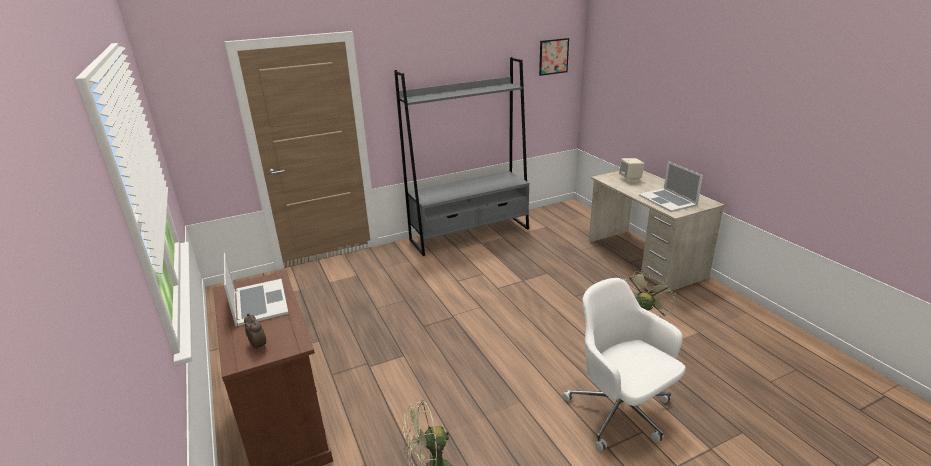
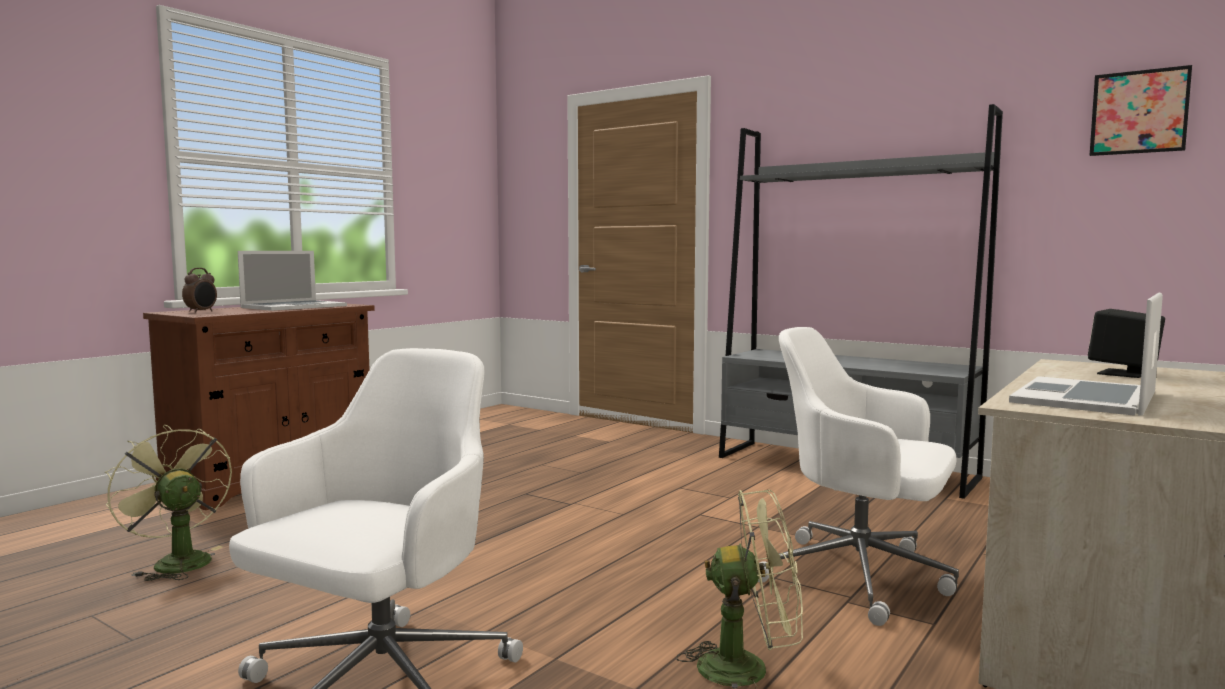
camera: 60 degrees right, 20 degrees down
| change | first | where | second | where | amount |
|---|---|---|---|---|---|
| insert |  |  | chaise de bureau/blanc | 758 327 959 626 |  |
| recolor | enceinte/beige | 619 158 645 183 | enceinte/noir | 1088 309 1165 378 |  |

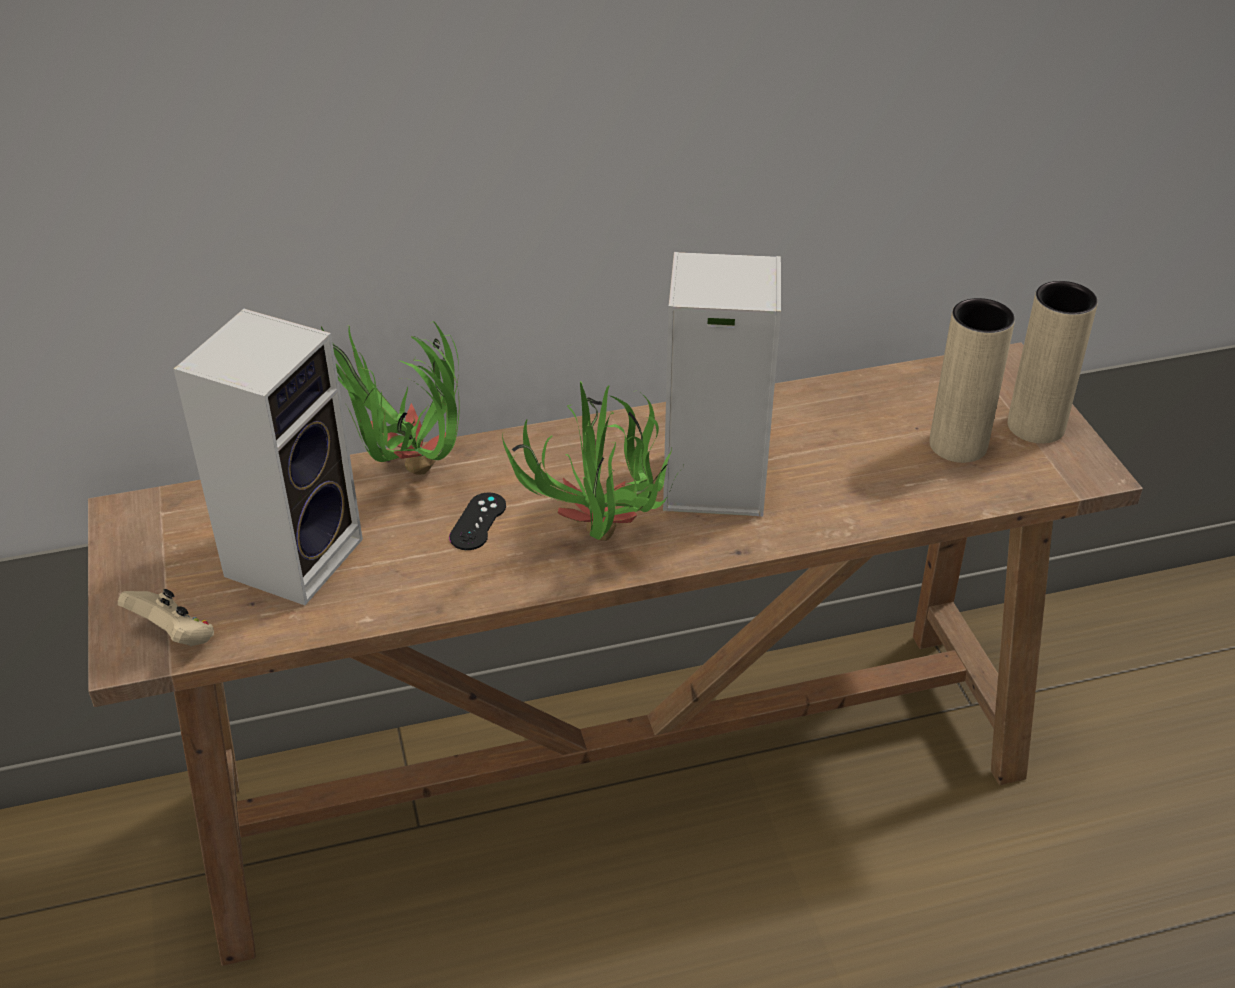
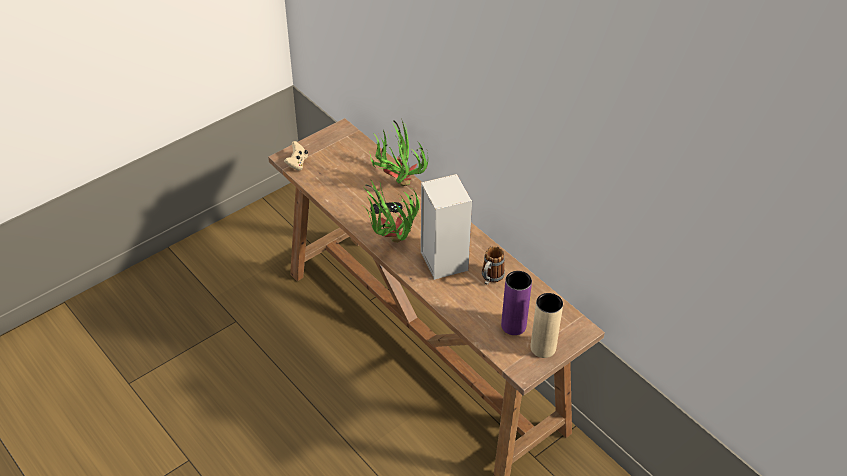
camera: 65 degrees right, 5 degrees up
| change | first | where | second | where | amount |
|---|---|---|---|---|---|
| insert |  |  | mug | 482 246 505 285 |  |
| recolor | vase/beige | 929 298 1015 463 | vase/violet | 501 271 532 335 |  |
| delete | enceinte | 174 309 363 606 |  |  |  |

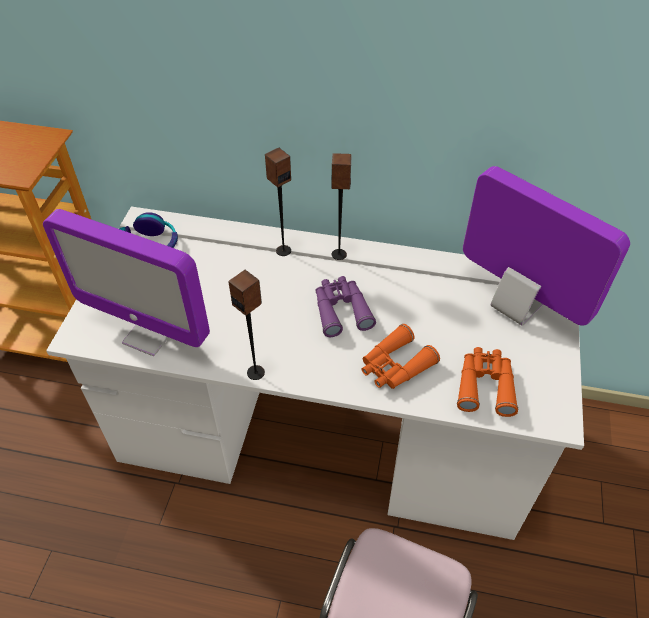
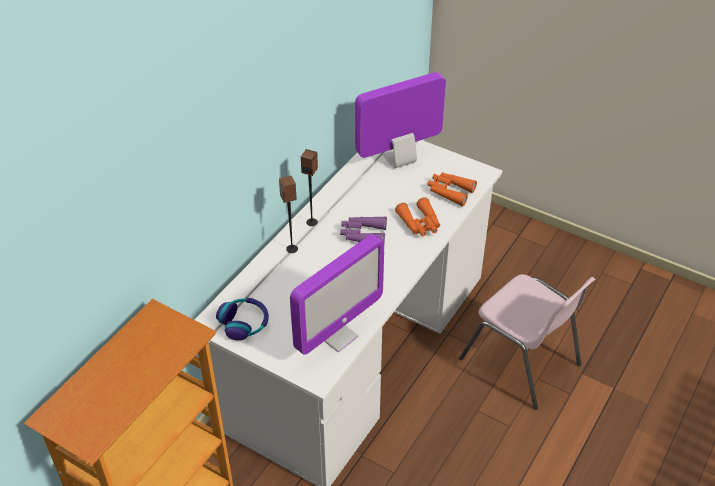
camera: 70 degrees left, 5 degrees down
| change | first | where | second | where | amount |
|---|---|---|---|---|---|
| delete | enceinte | 228 270 265 380 |  |  |  |

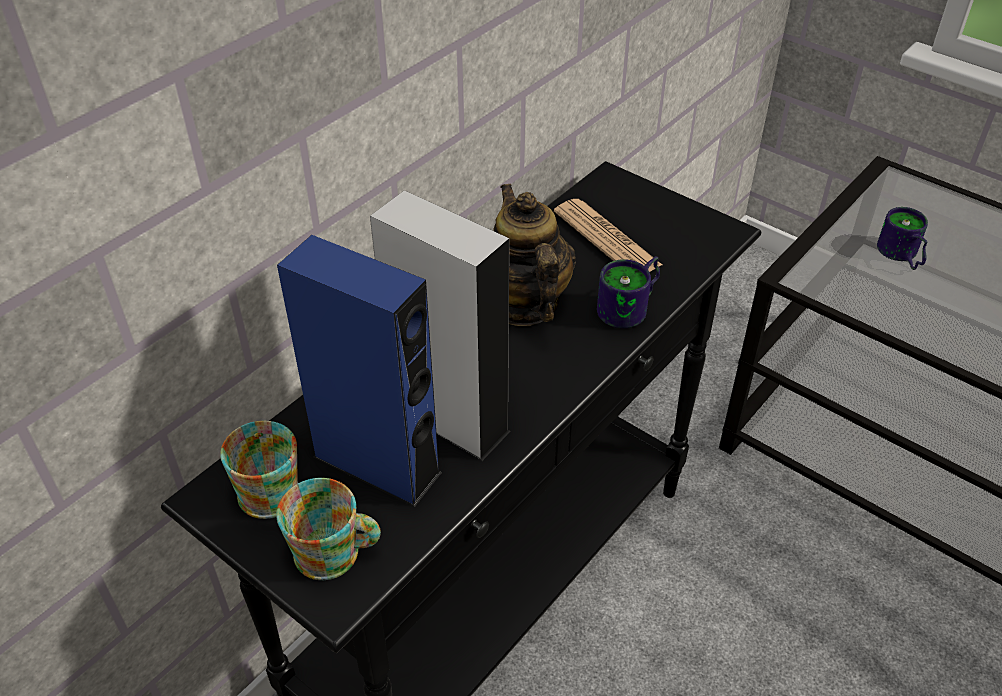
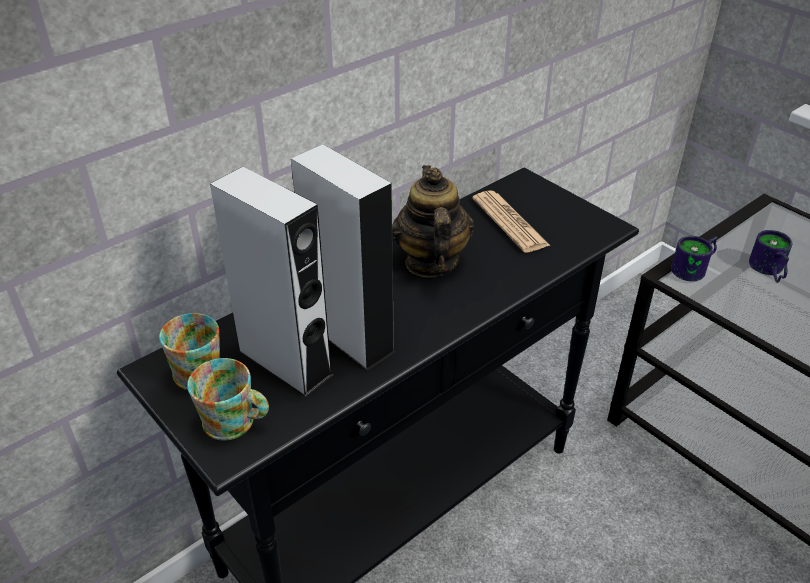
camera: 10 degrees right, 5 degrees down
| change | first | where | second | where | amount |
|---|---|---|---|---|---|
| recolor | enceinte/bleu | 277 235 442 507 | enceinte/gris | 210 167 333 397 |  |
| move | mug | 597 256 660 328 |  | 671 236 718 281 |  |

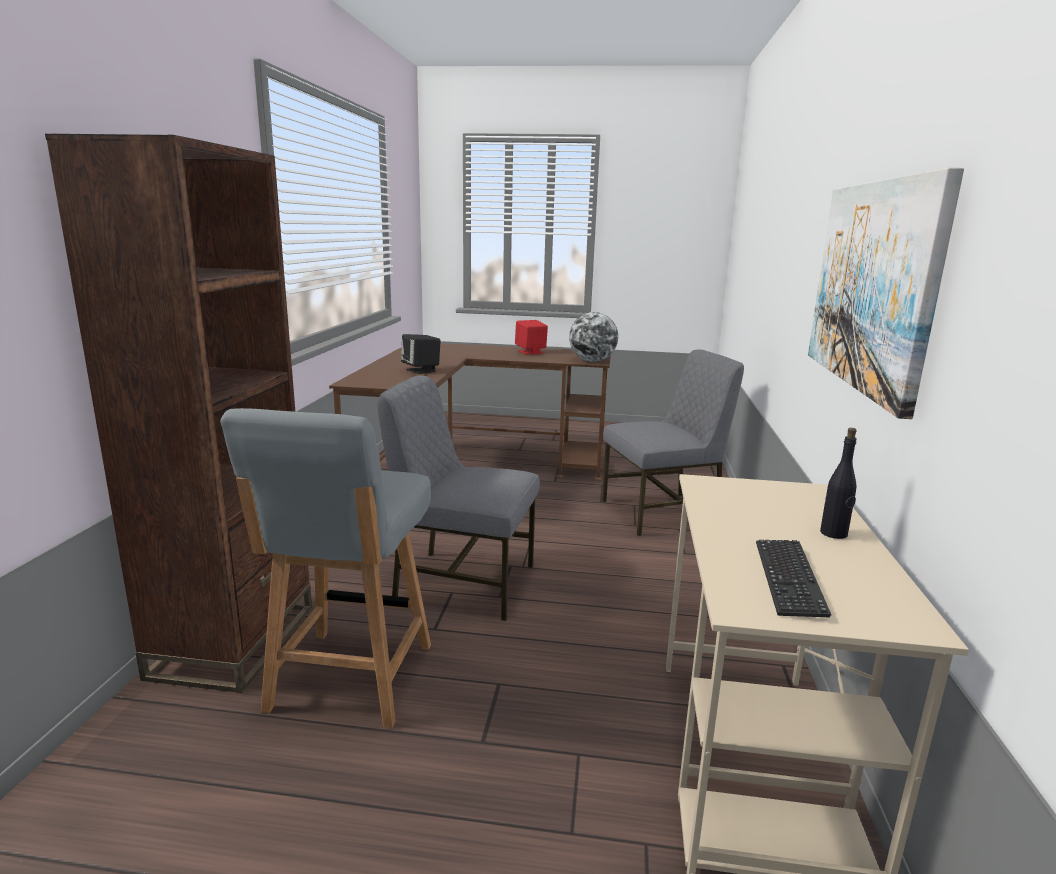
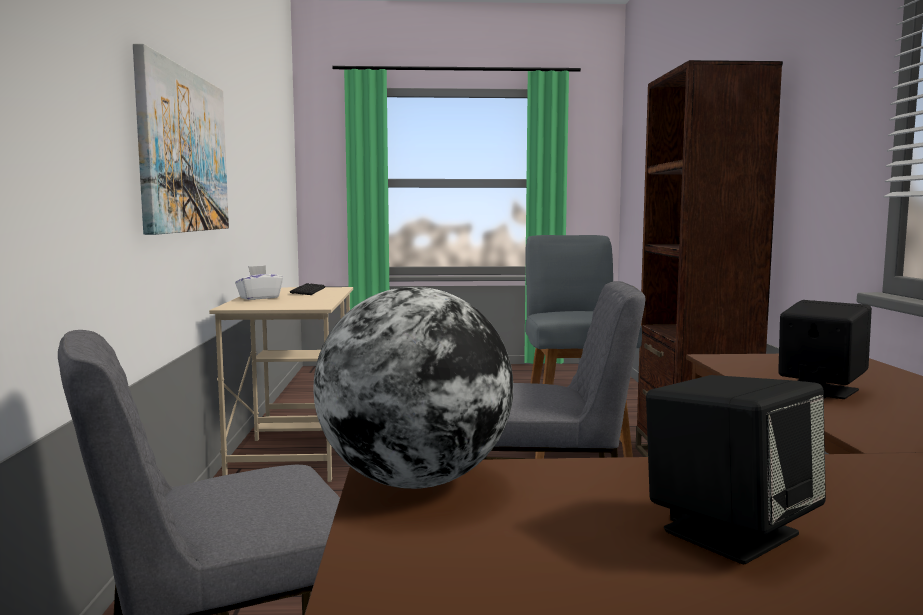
camera: 170 degrees right, 10 degrees down
| change | first | where | second | where | amount |
|---|---|---|---|---|---|
| replace | bouteille/noir | 820 428 857 539 | boîte à mouchoirs/blanc | 235 265 283 300 |  |
| recolor | enceinte/rouge | 515 320 548 355 | enceinte/noir | 646 375 826 564 |  |

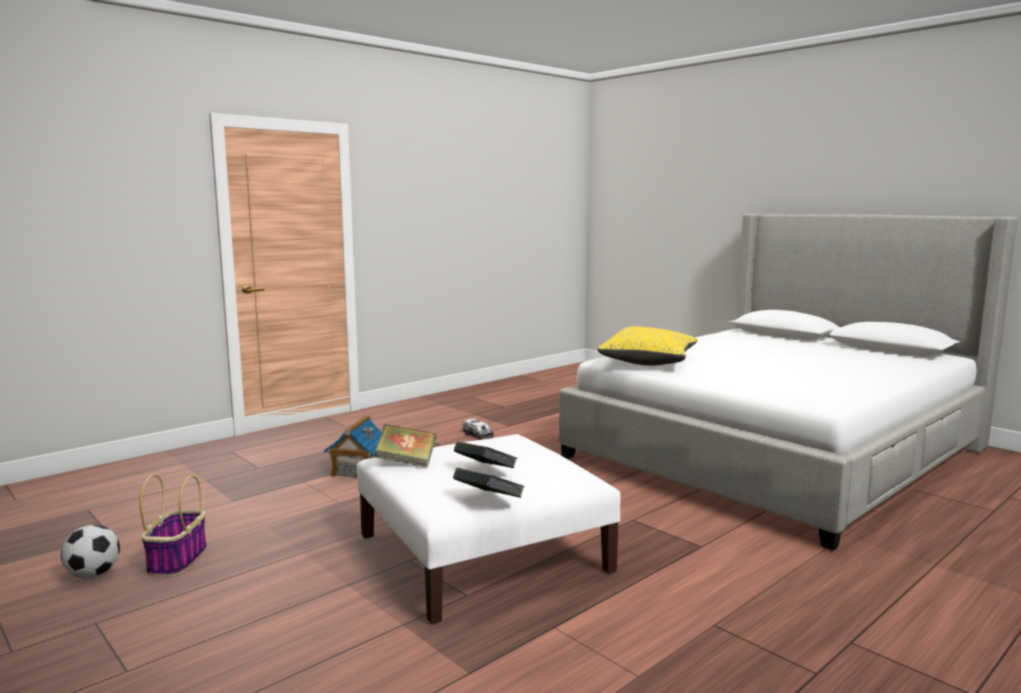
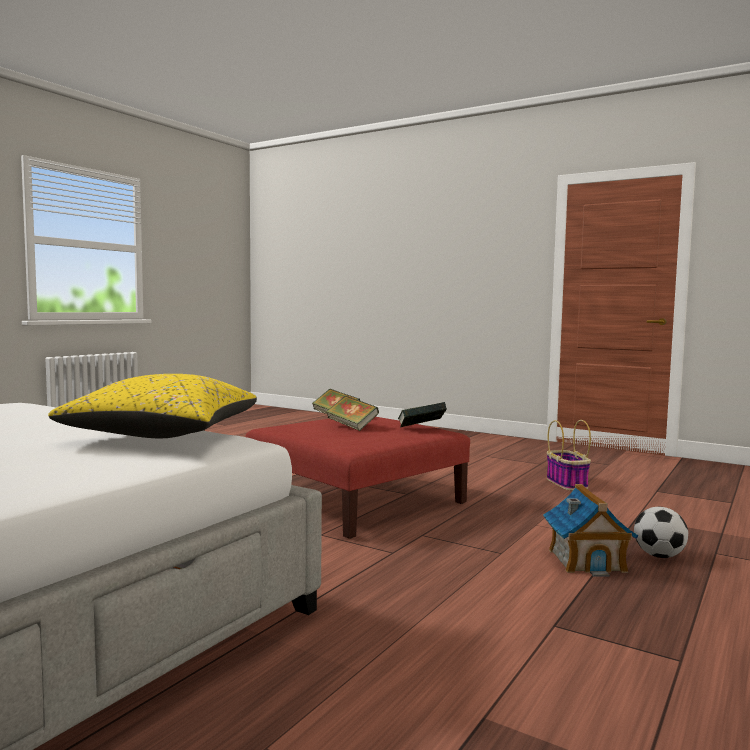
camera: 165 degrees right, 5 degrees down
| change | first | where | second | where | amount |
|---|---|---|---|---|---|
| recolor | pouf/blanc | 356 434 621 624 | pouf/rouge | 245 417 470 539 |  |
| move | ballon de foot | 61 525 120 578 |  | 634 507 688 558 |  |
| delete | camion jouet | 462 419 494 440 |  |  |  |

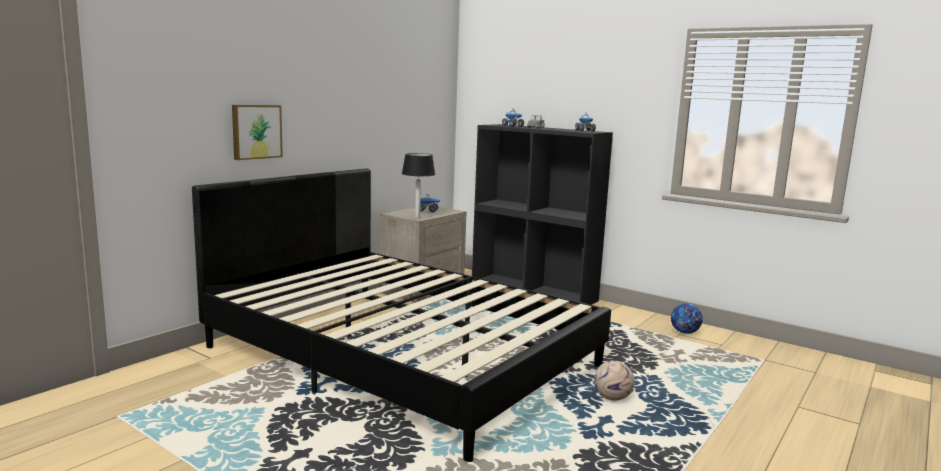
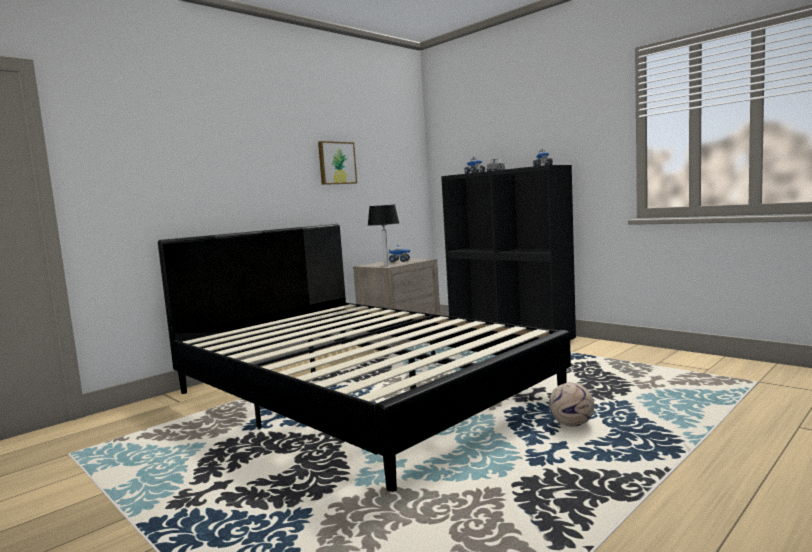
camera: 10 degrees right, 5 degrees down
| change | first | where | second | where | amount |
|---|---|---|---|---|---|
| move | tableau | 232 105 283 160 |  | 318 141 357 185 |  |
| delete | ballon de foot | 671 303 703 334 |  |  |  |

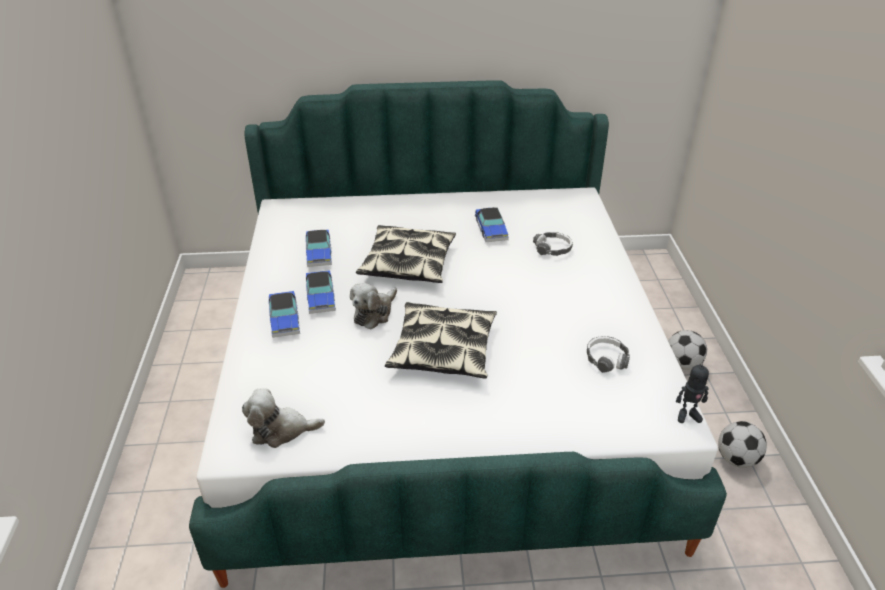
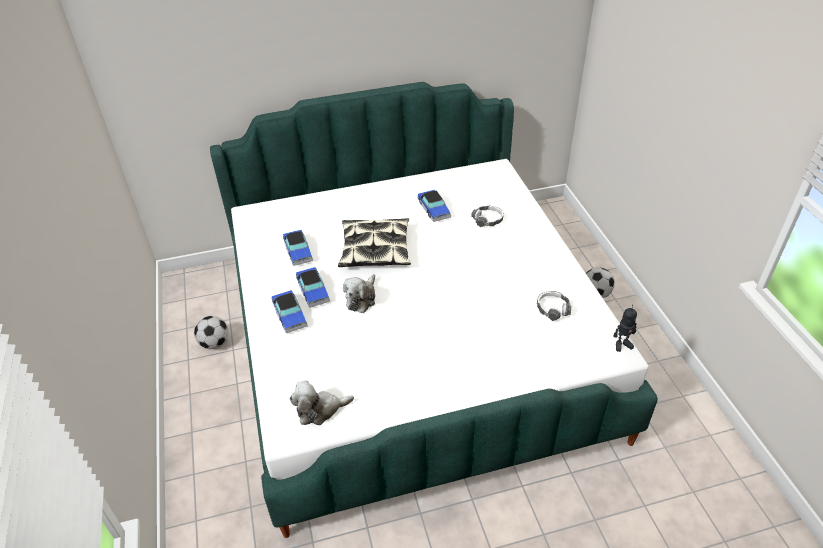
camera: 10 degrees left, 5 degrees up
| change | first | where | second | where | amount |
|---|---|---|---|---|---|
| move | ballon de foot | 718 421 767 468 |  | 194 316 228 349 |  |
| delete | coussin | 385 302 497 379 |  |  |  |

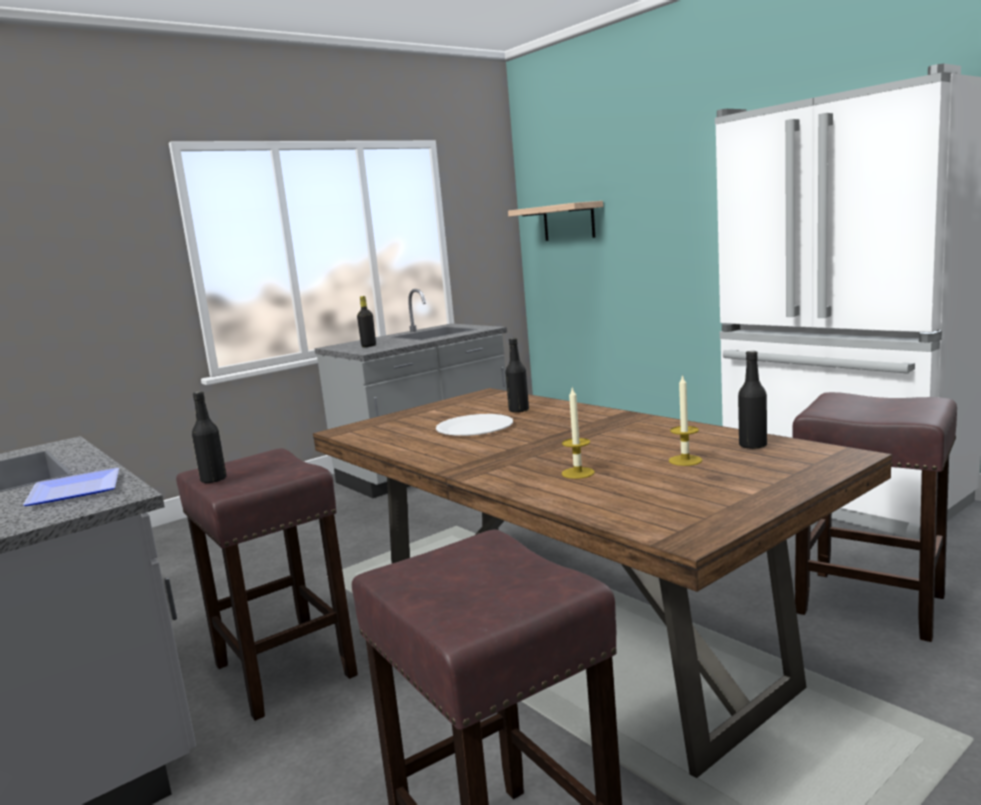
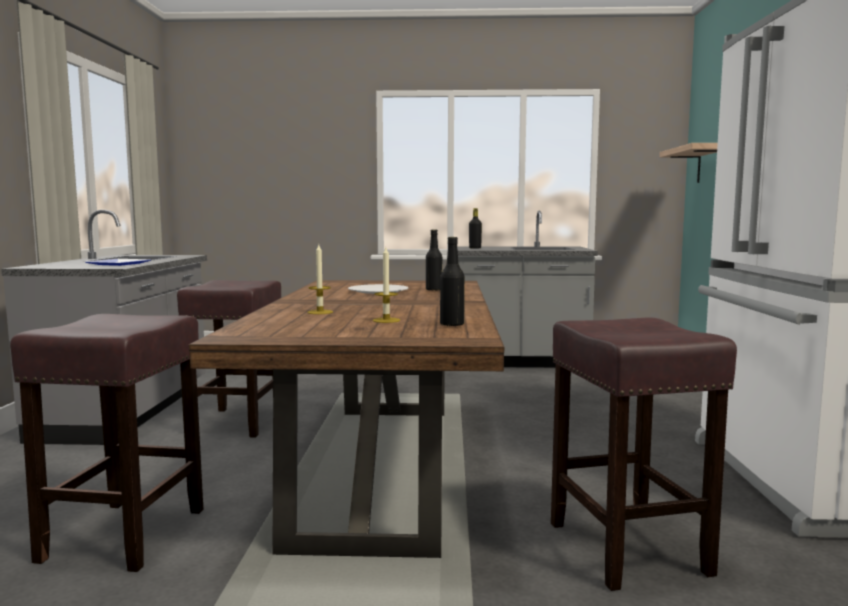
camera: 40 degrees right, 5 degrees down
| change | first | where | second | where | amount |
|---|---|---|---|---|---|
| delete | bouteille/noir | 192 391 227 483 |  |  |  |

